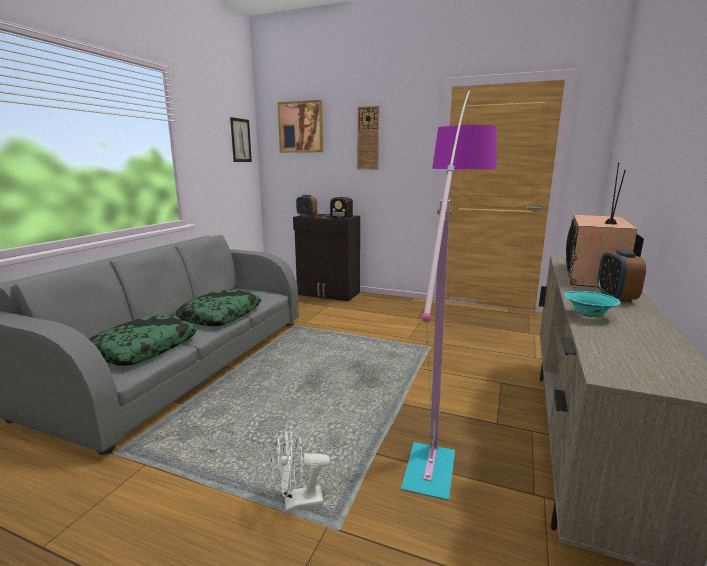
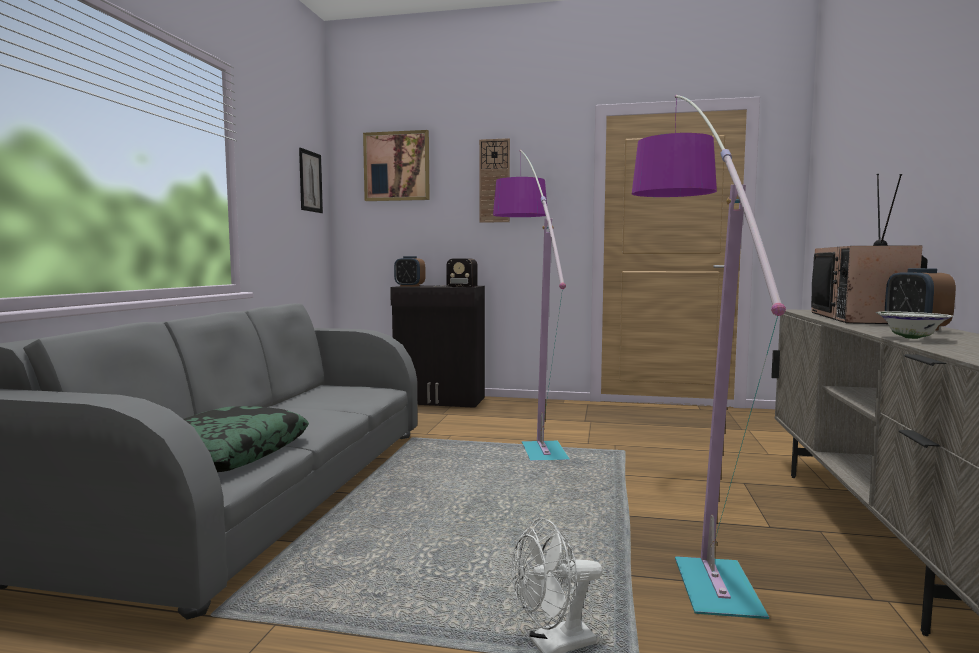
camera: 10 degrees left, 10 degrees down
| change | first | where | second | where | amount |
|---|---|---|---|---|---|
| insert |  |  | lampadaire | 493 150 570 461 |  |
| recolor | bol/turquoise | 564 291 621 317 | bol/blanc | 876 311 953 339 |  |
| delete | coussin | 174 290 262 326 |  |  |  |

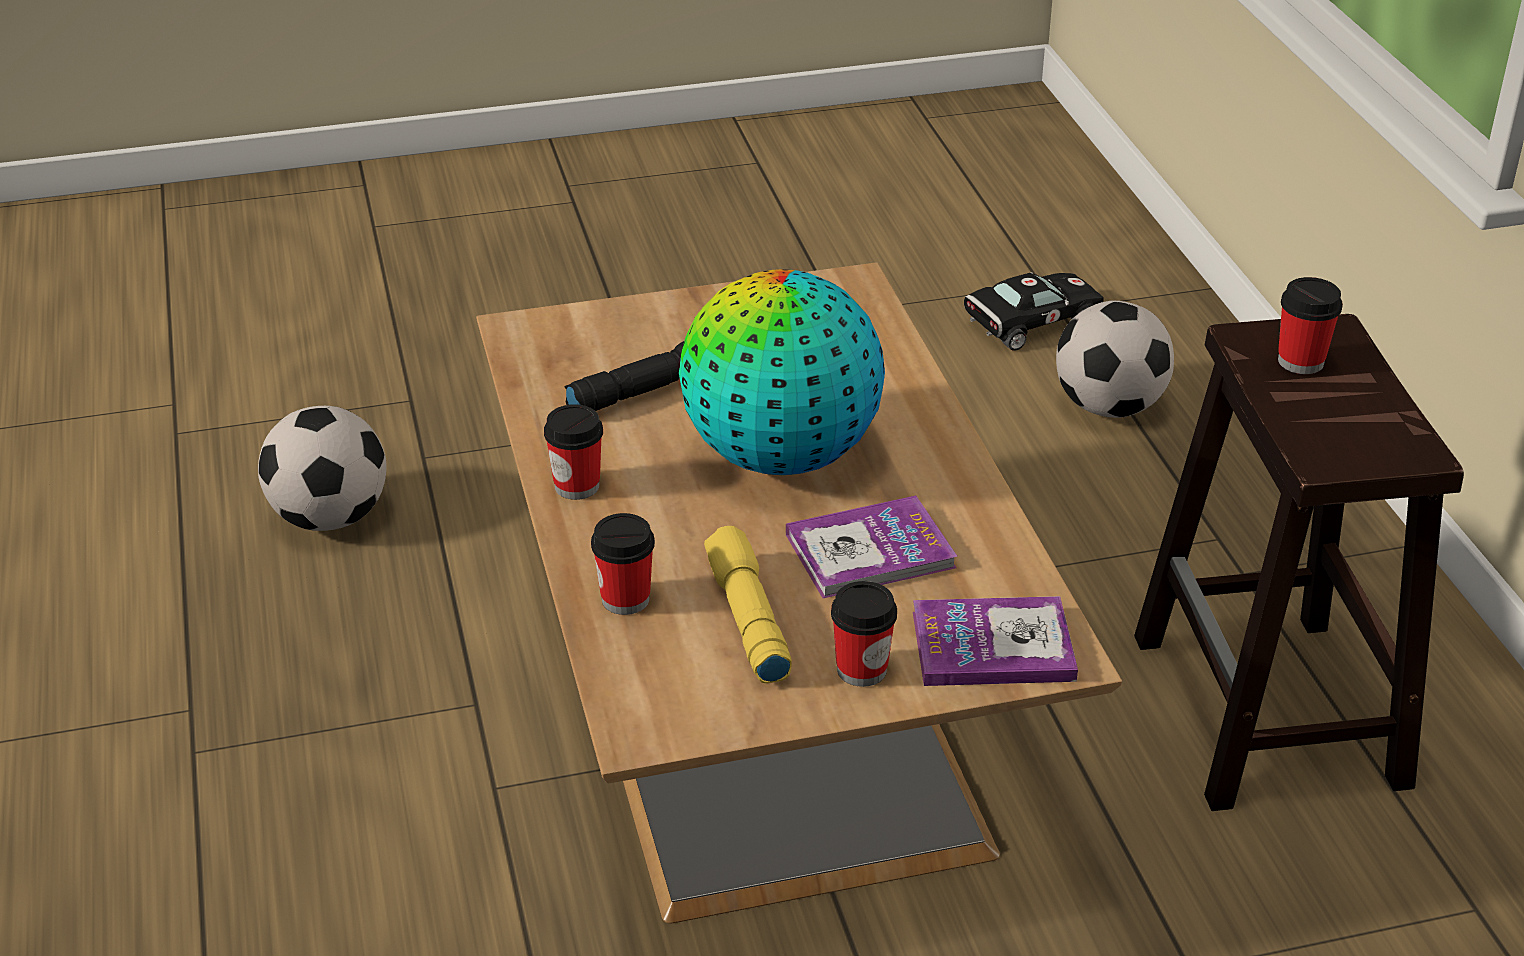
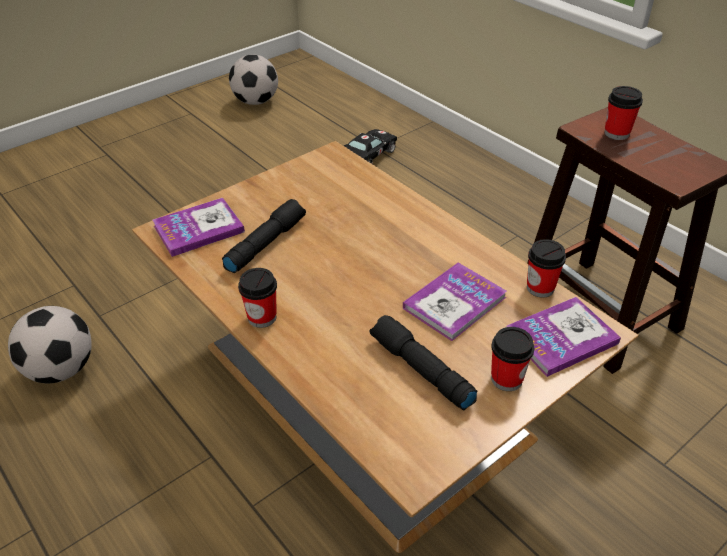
camera: 25 degrees left, 5 degrees up
| change | first | where | second | where | amount |
|---|---|---|---|---|---|
| insert |  |  | livre | 152 198 245 257 |  |
| move | ballon de foot | 1056 301 1174 418 |  | 229 55 278 105 |  |
| recolor | lampe de poche/jaune | 704 526 792 683 | lampe de poche/noir | 370 315 478 411 |  |
| move | tasse | 591 513 655 615 |  | 527 239 566 297 |  |
| delete | globe | 679 269 885 475 |  |  |  |

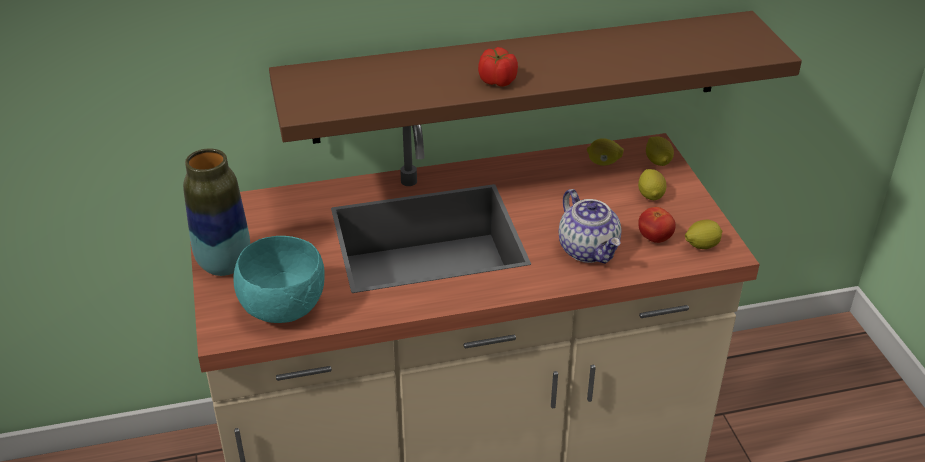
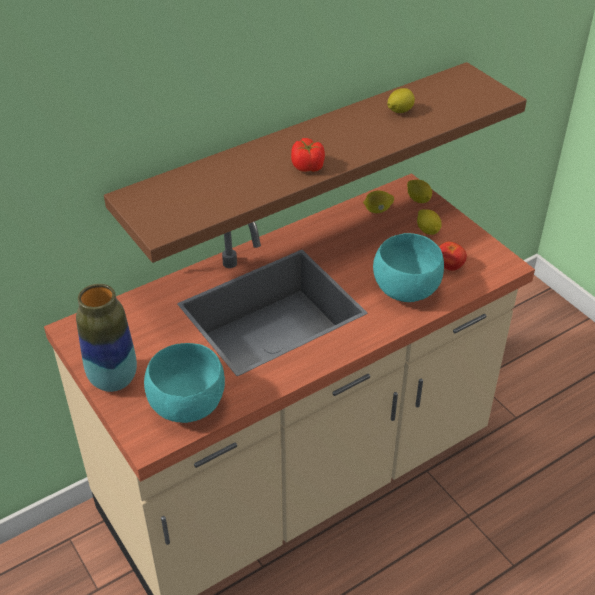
camera: 20 degrees left, 5 degrees up
| change | first | where | second | where | amount |
|---|---|---|---|---|---|
| replace | théière | 559 189 621 264 | bol/turquoise | 373 233 444 302 |  |
| move | citron | 685 220 723 249 |  | 387 88 415 113 |  |

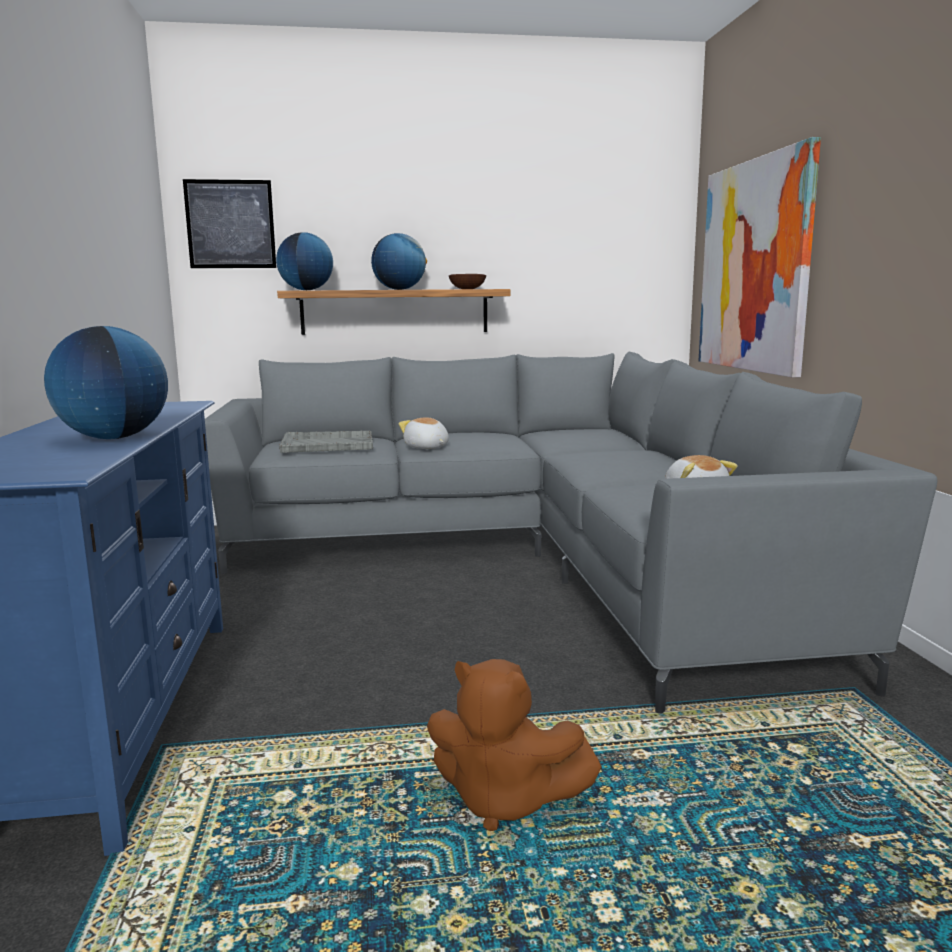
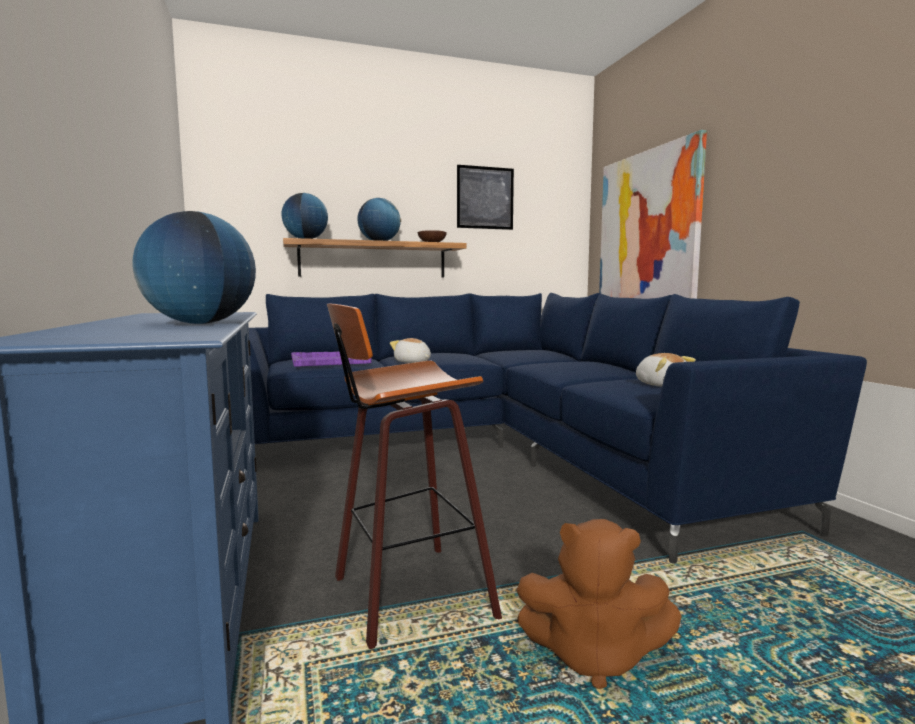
camera: 10 degrees left, 5 degrees down
| change | first | where | second | where | amount |
|---|---|---|---|---|---|
| recolor | canapé/gris | 205 352 937 713 | canapé/bleu | 249 293 867 564 |  |
| recolor | plateau/gris | 279 431 373 453 | plateau/violet | 291 351 372 367 |  |
| insert |  |  | tabouret | 327 304 502 649 |  |
| move | tableau | 183 179 277 268 |  | 457 165 514 230 |  |

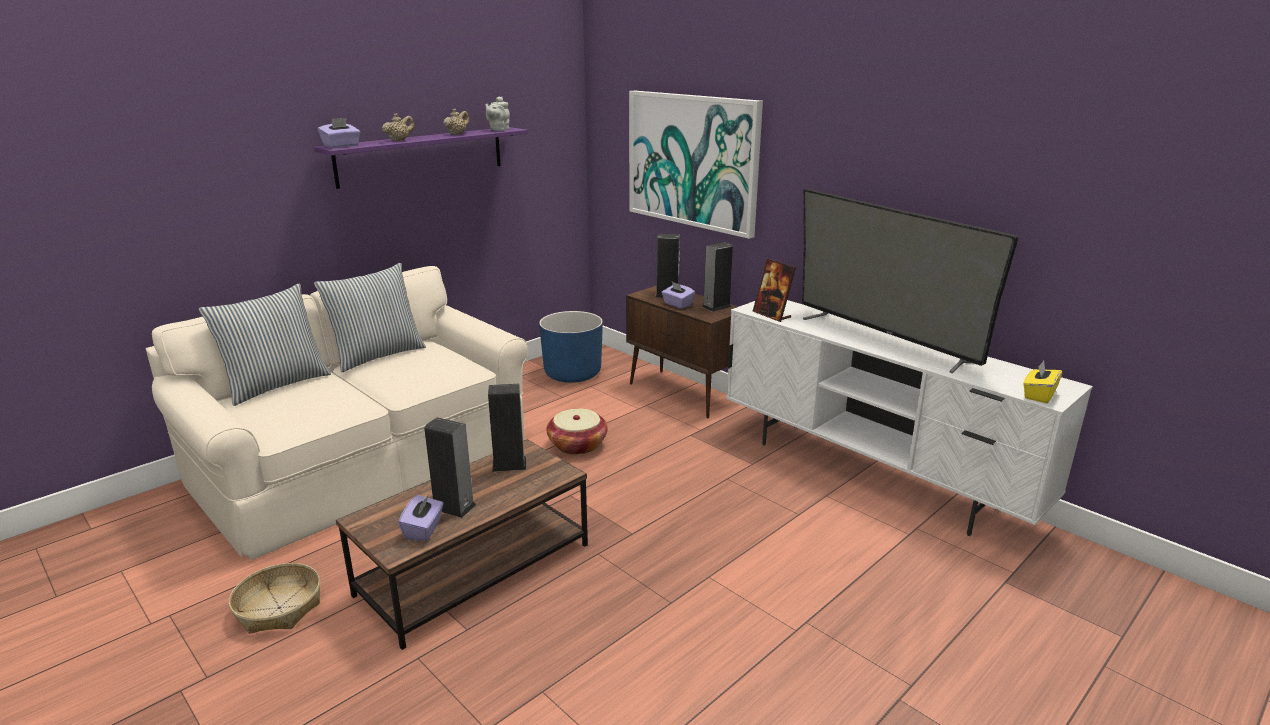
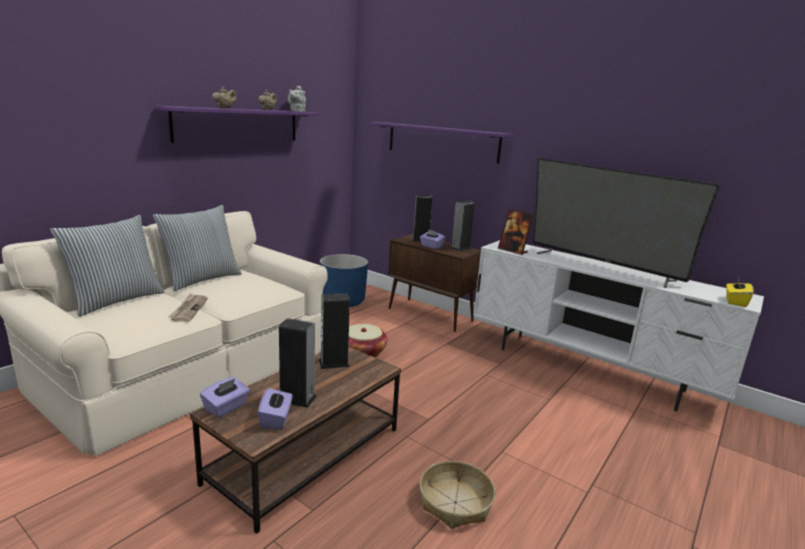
camera: 10 degrees left, 5 degrees down
| change | first | where | second | where | amount |
|---|---|---|---|---|---|
| insert |  |  | journal | 168 293 208 322 |  |
| move | boîte à mouchoirs/violet | 318 118 360 148 |  | 200 377 250 418 |  |
| replace | tableau | 629 91 763 239 | étagère/violet | 370 122 513 164 |  |
| move | panier | 229 563 320 634 |  | 420 461 496 529 |  |

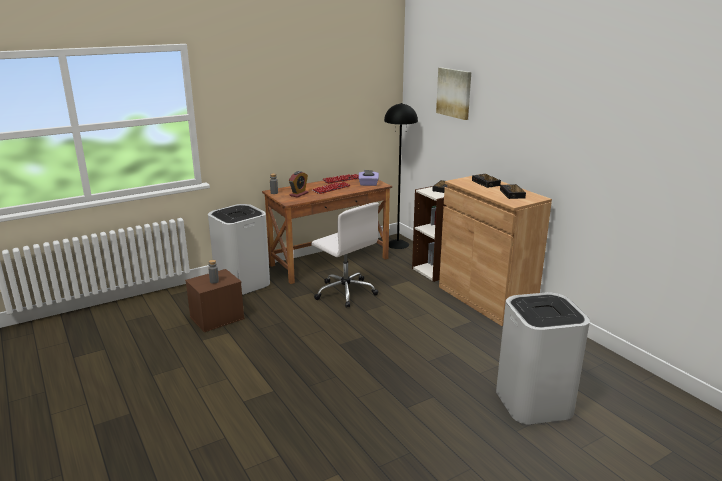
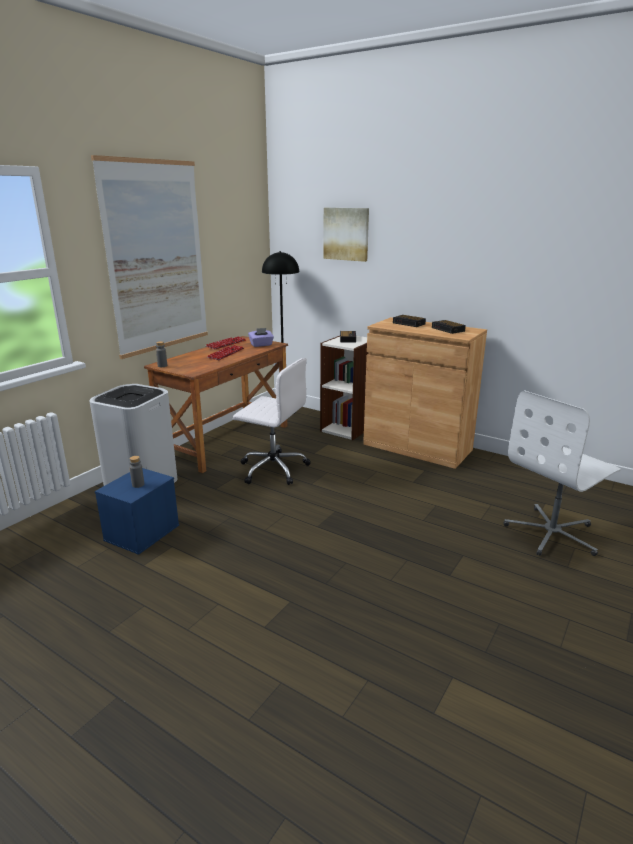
camera: 25 degrees left, 0 degrees up
| change | first | where | second | where | amount |
|---|---|---|---|---|---|
| insert |  |  | tableau | 91 155 208 359 |  |
| recolor | boîte de rangement/marron | 185 269 245 332 | boîte de rangement/bleu | 95 468 179 555 |  |
| replace | poubelle/blanc | 496 292 590 425 | chaise de bureau/blanc | 504 390 621 556 |  |
| delete | réveil | 289 171 308 198 |  |  |  |

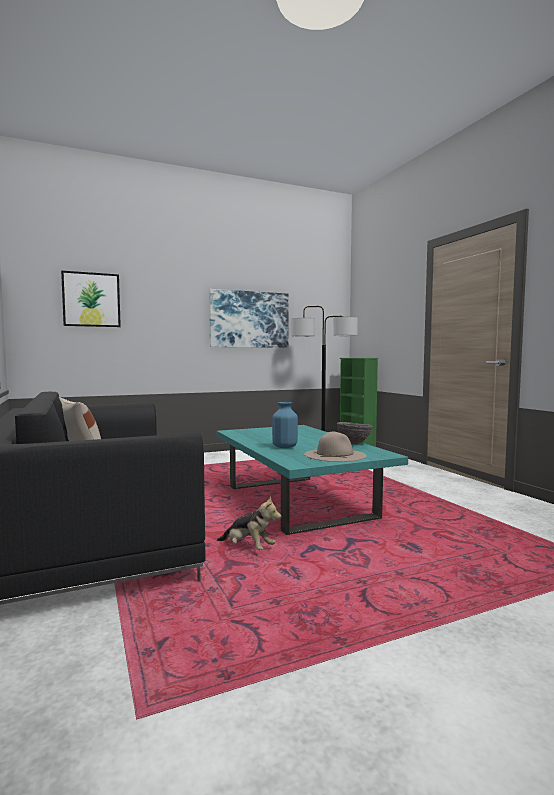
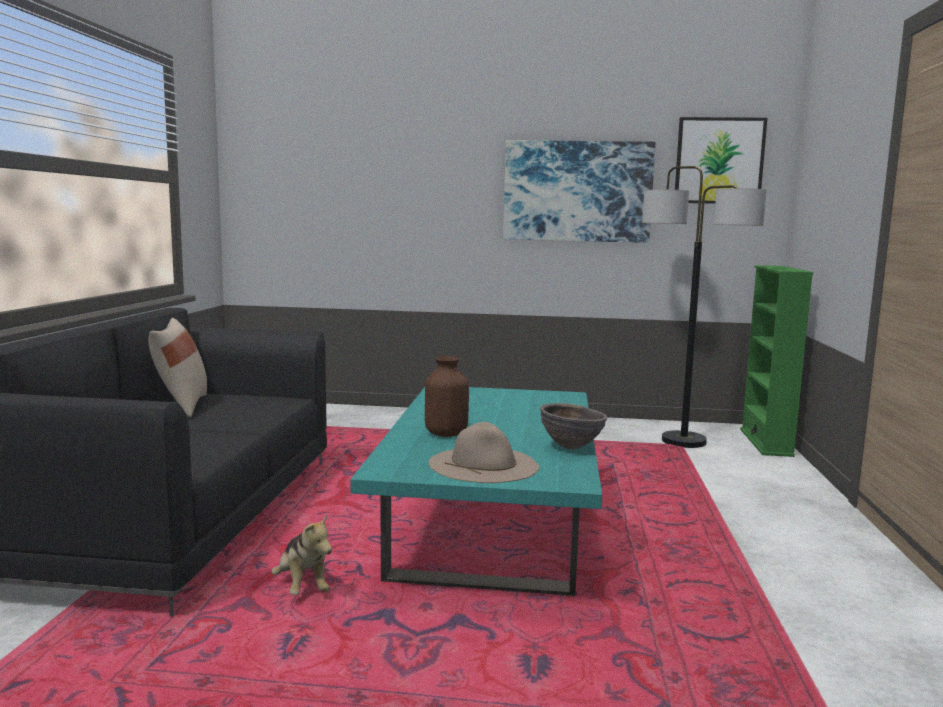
camera: 30 degrees right, 5 degrees up
| change | first | where | second | where | amount |
|---|---|---|---|---|---|
| recolor | vase/bleu | 272 402 298 448 | vase/marron | 425 356 469 437 |  |
| move | tableau | 61 271 121 327 |  | 675 117 767 204 |  |

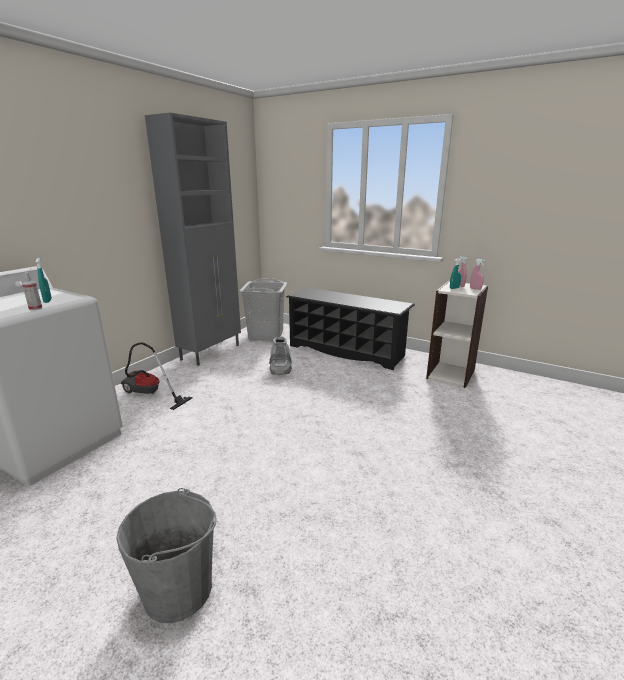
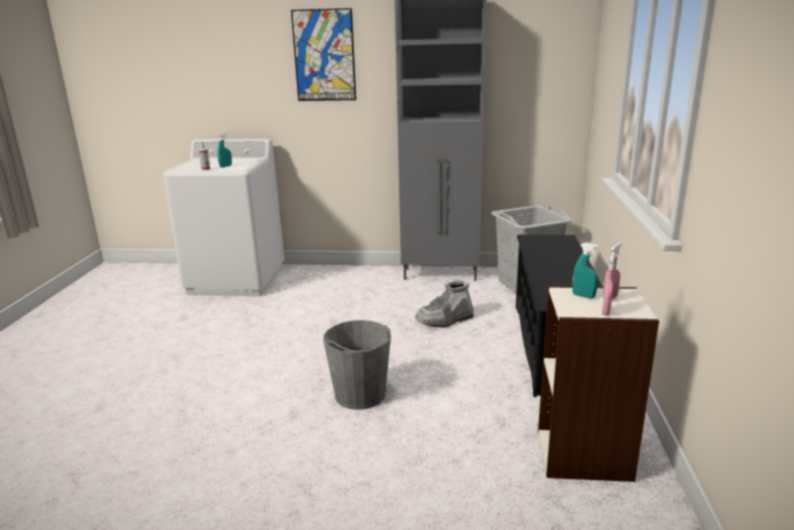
camera: 65 degrees right, 0 degrees up
| change | first | where | second | where | amount |
|---|---|---|---|---|---|
| insert |  |  | tableau | 291 8 356 101 |  |
| move | seau/gris | 116 488 217 623 |  | 323 320 391 410 |  |
| delete | aspirateur | 121 342 192 410 |  |  |  |

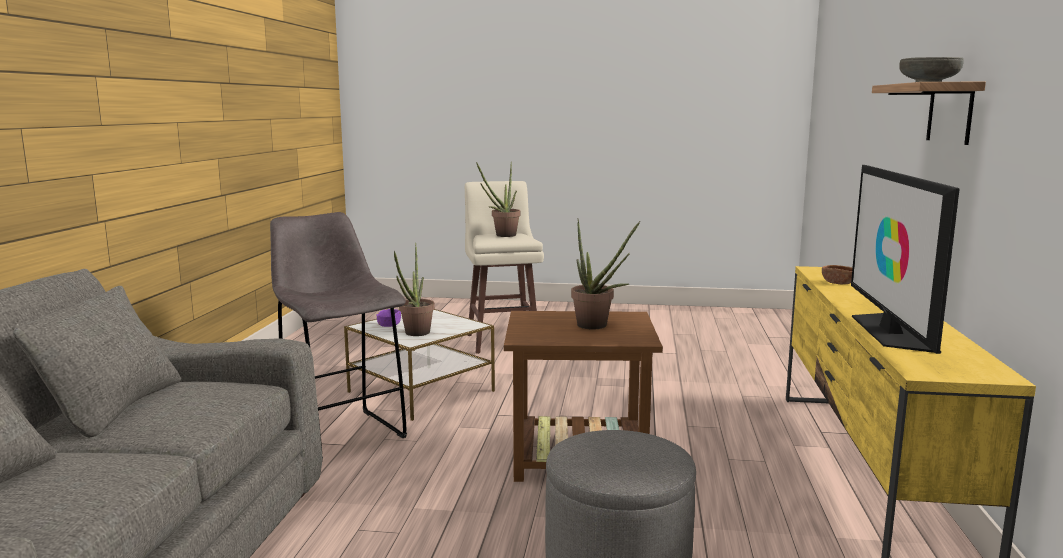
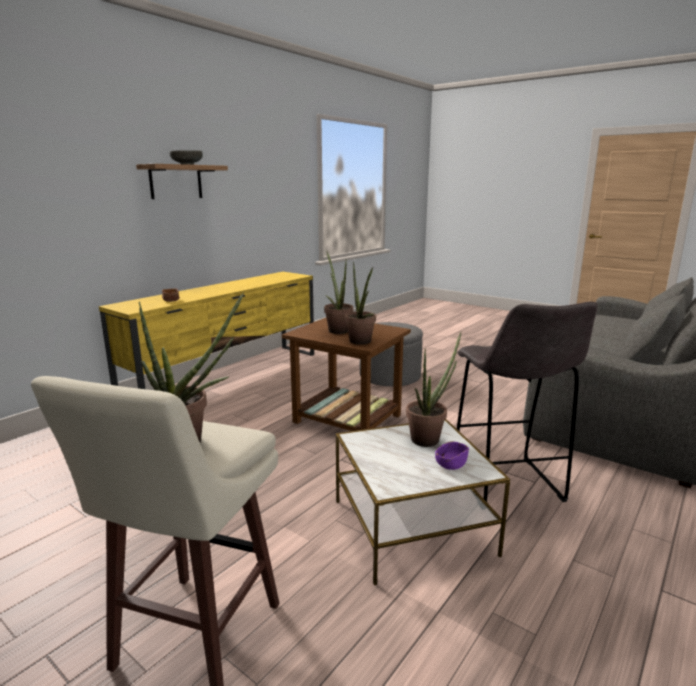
camera: 150 degrees left, 5 degrees up
| change | first | where | second | where | amount |
|---|---|---|---|---|---|
| insert |  |  | plante en pot | 345 261 376 345 |  |
| delete | téléviseur | 851 165 960 354 |  |  |  |

